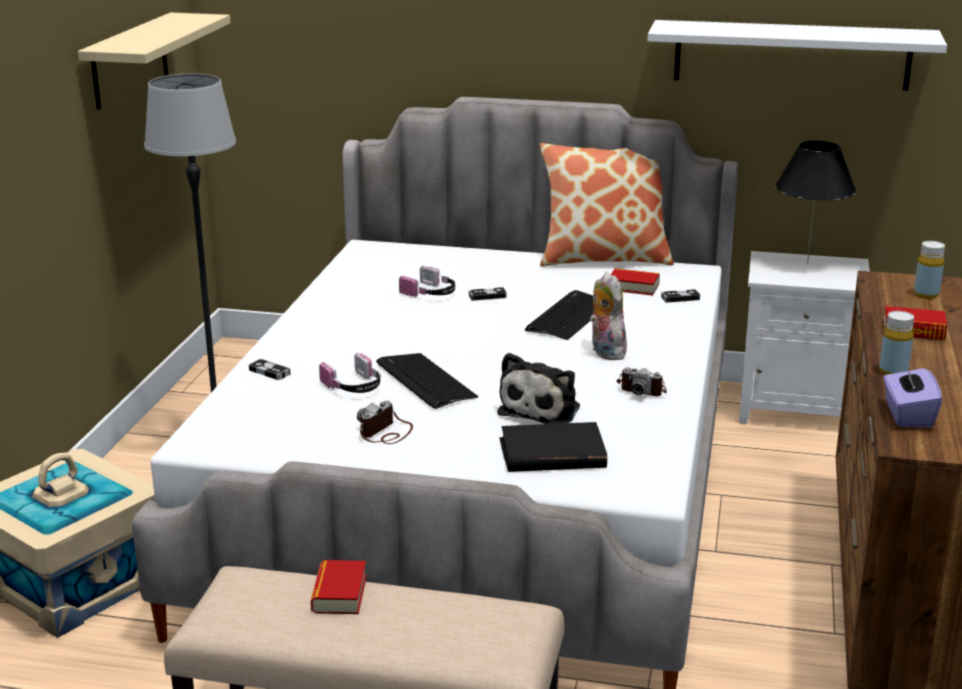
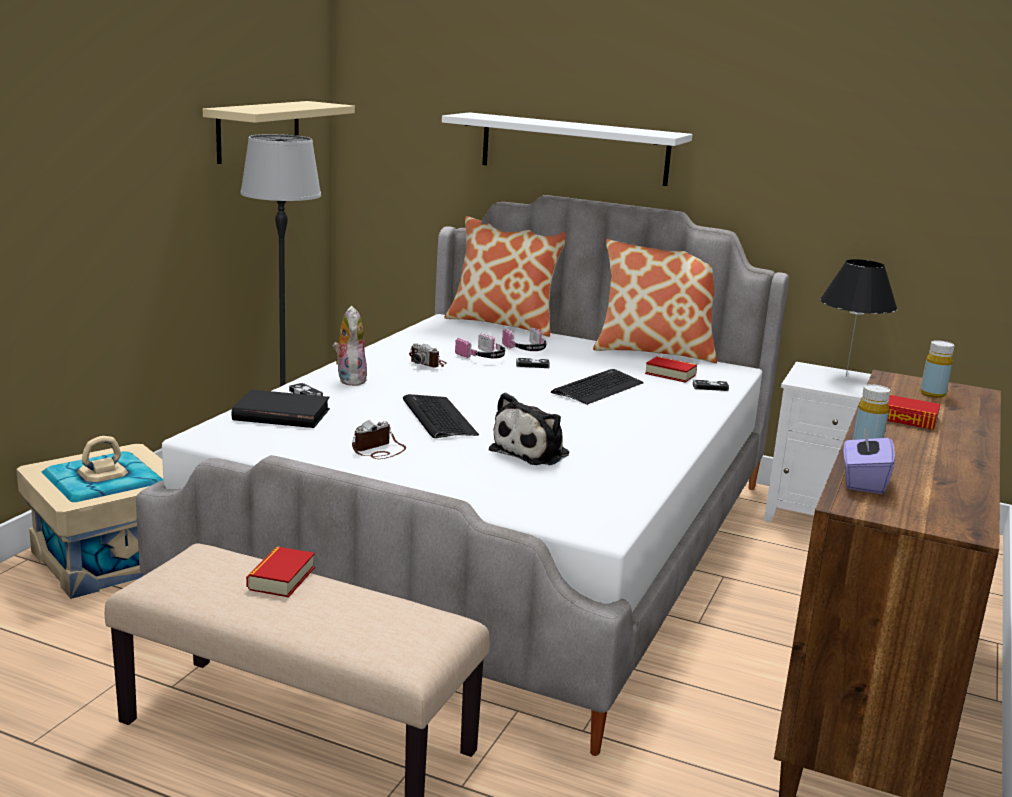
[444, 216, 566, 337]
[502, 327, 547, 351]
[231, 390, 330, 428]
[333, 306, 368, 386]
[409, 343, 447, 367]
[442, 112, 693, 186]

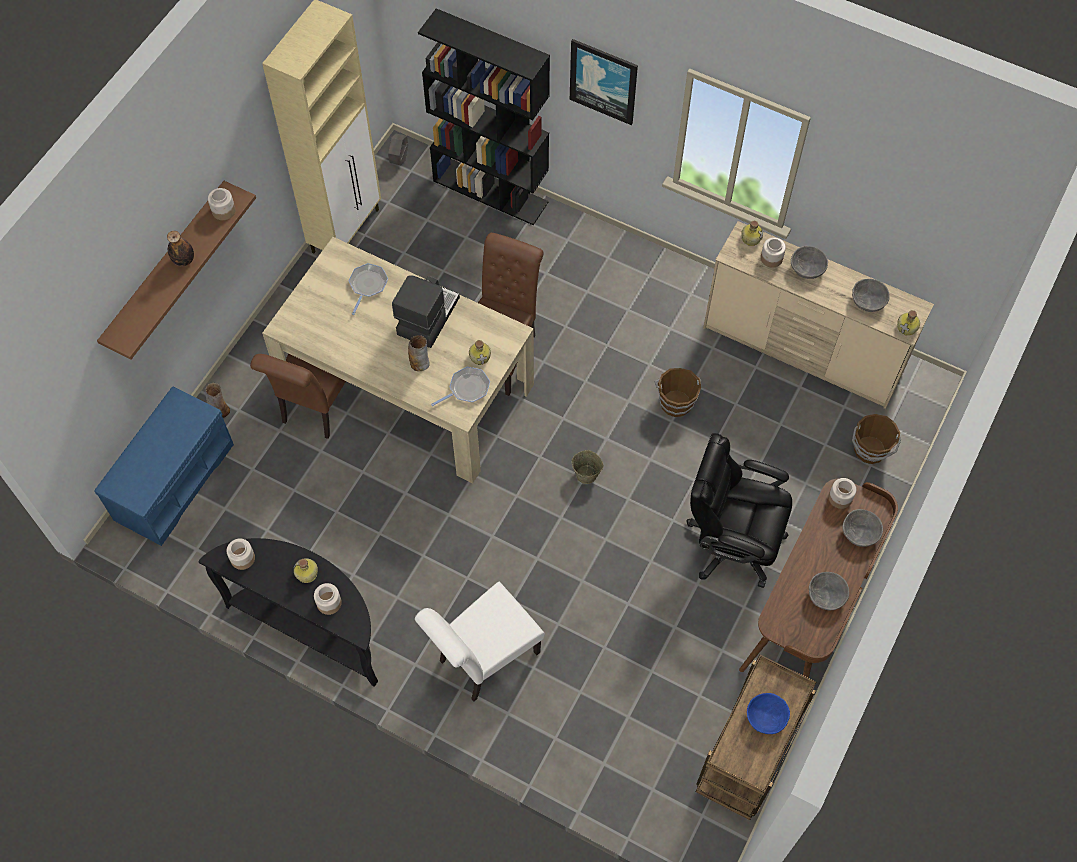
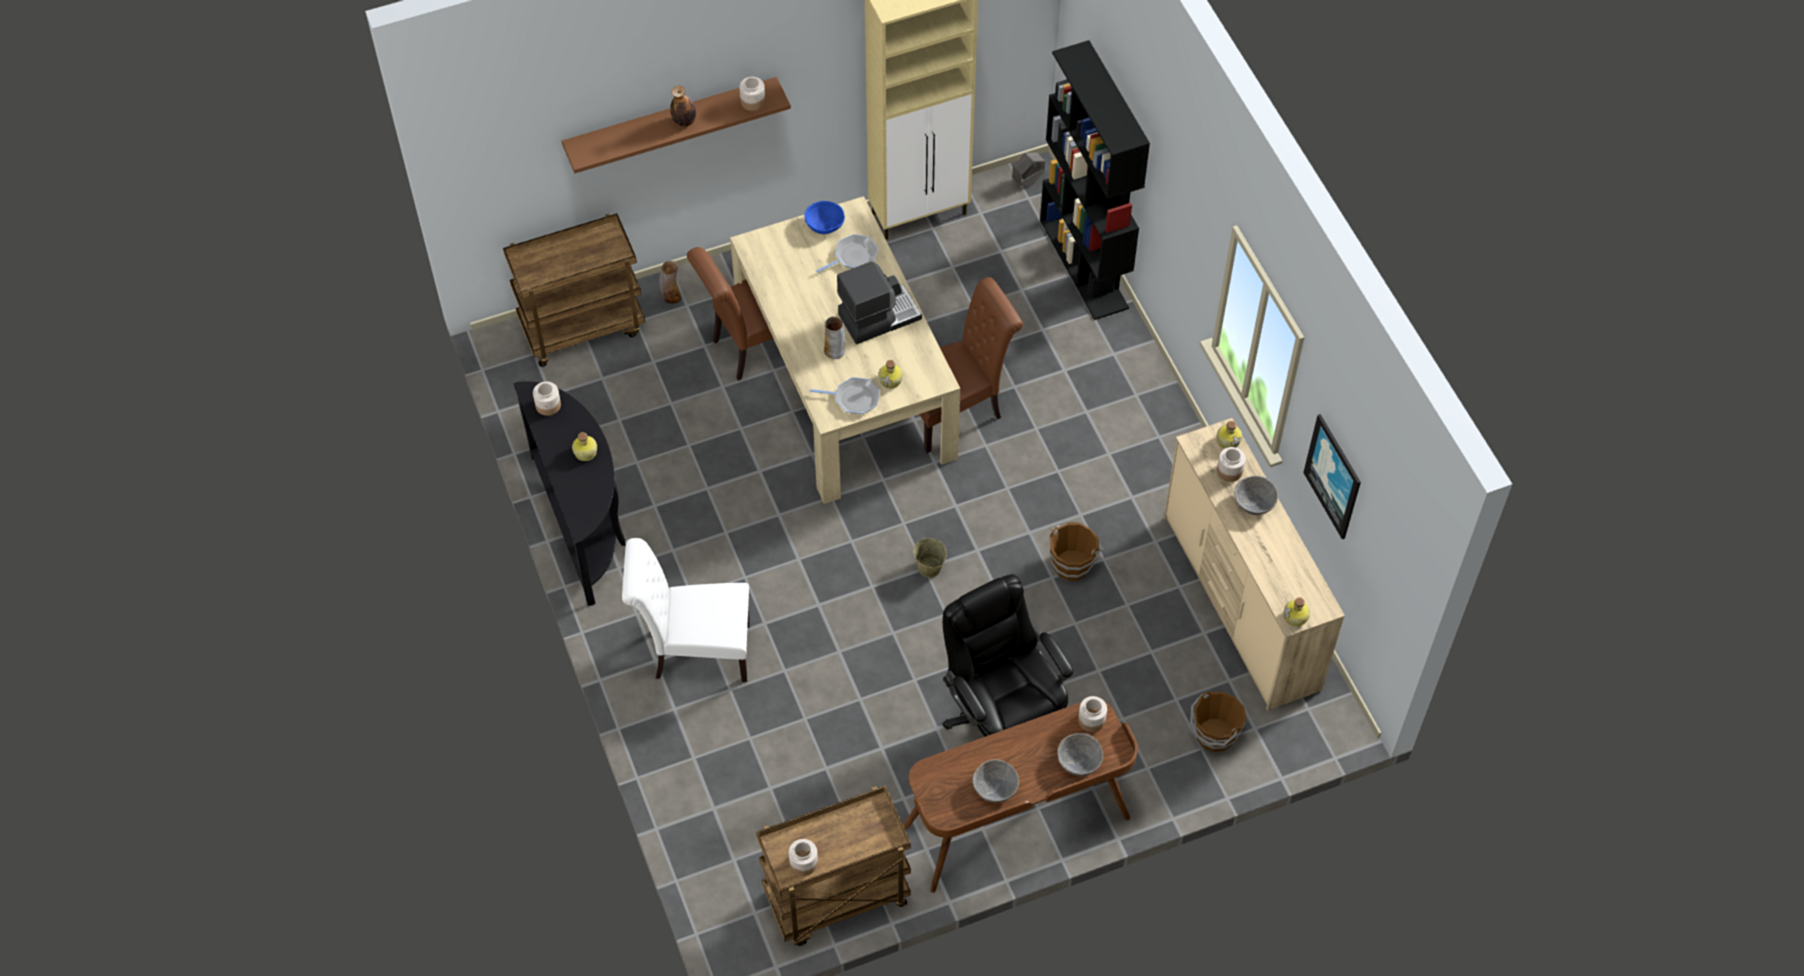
[852, 279, 890, 312] (first image)
[789, 839, 818, 876]
[1303, 414, 1361, 539]
[804, 201, 845, 234]
[503, 213, 645, 367]

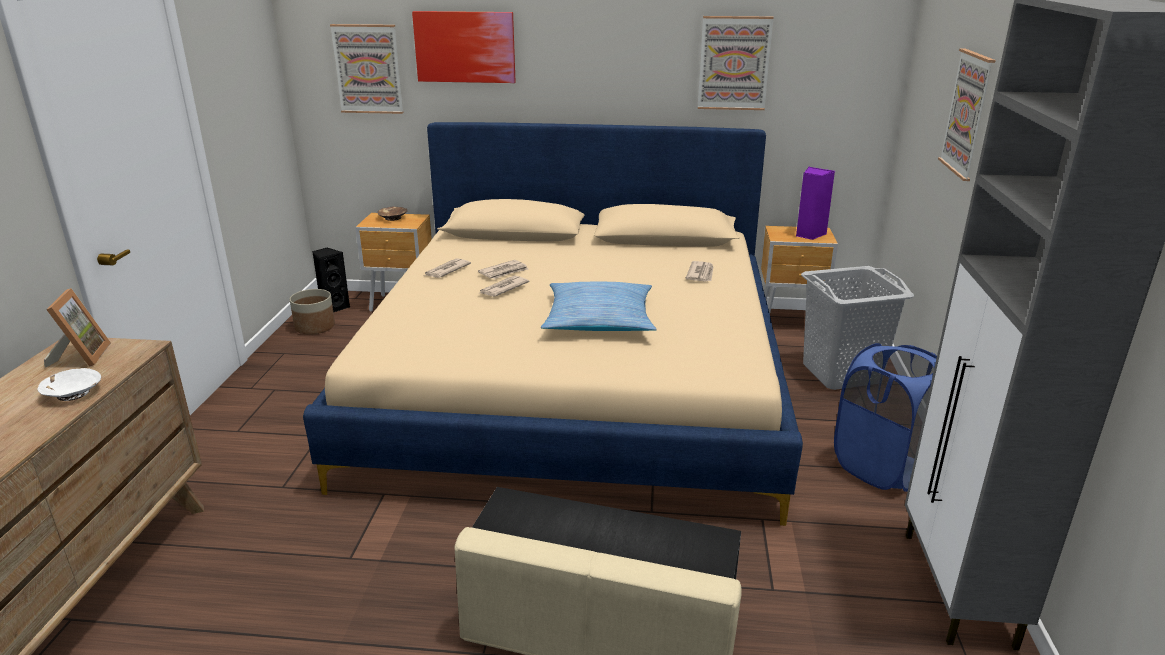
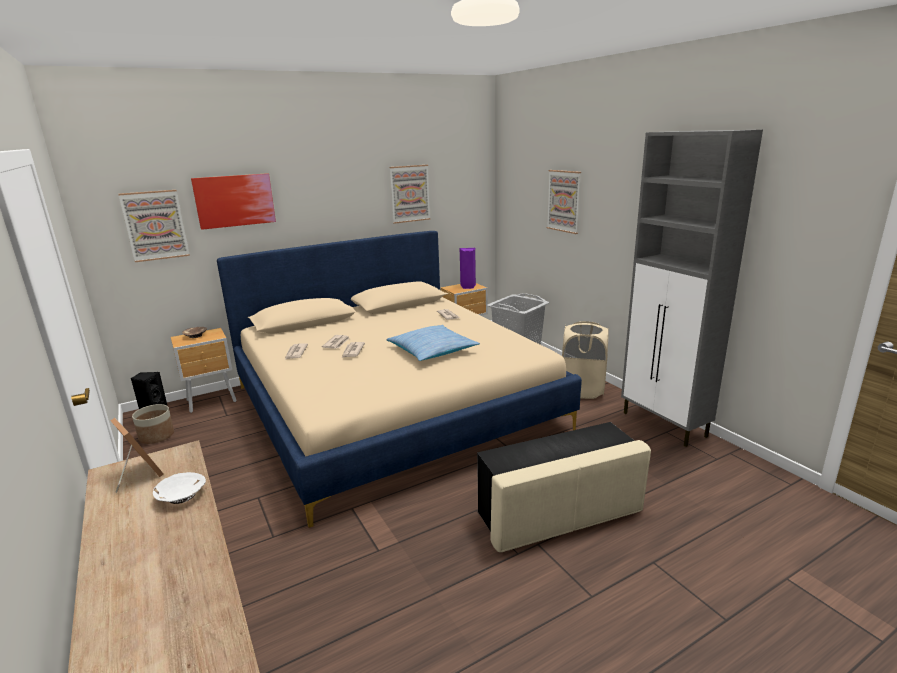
[562, 321, 608, 399]

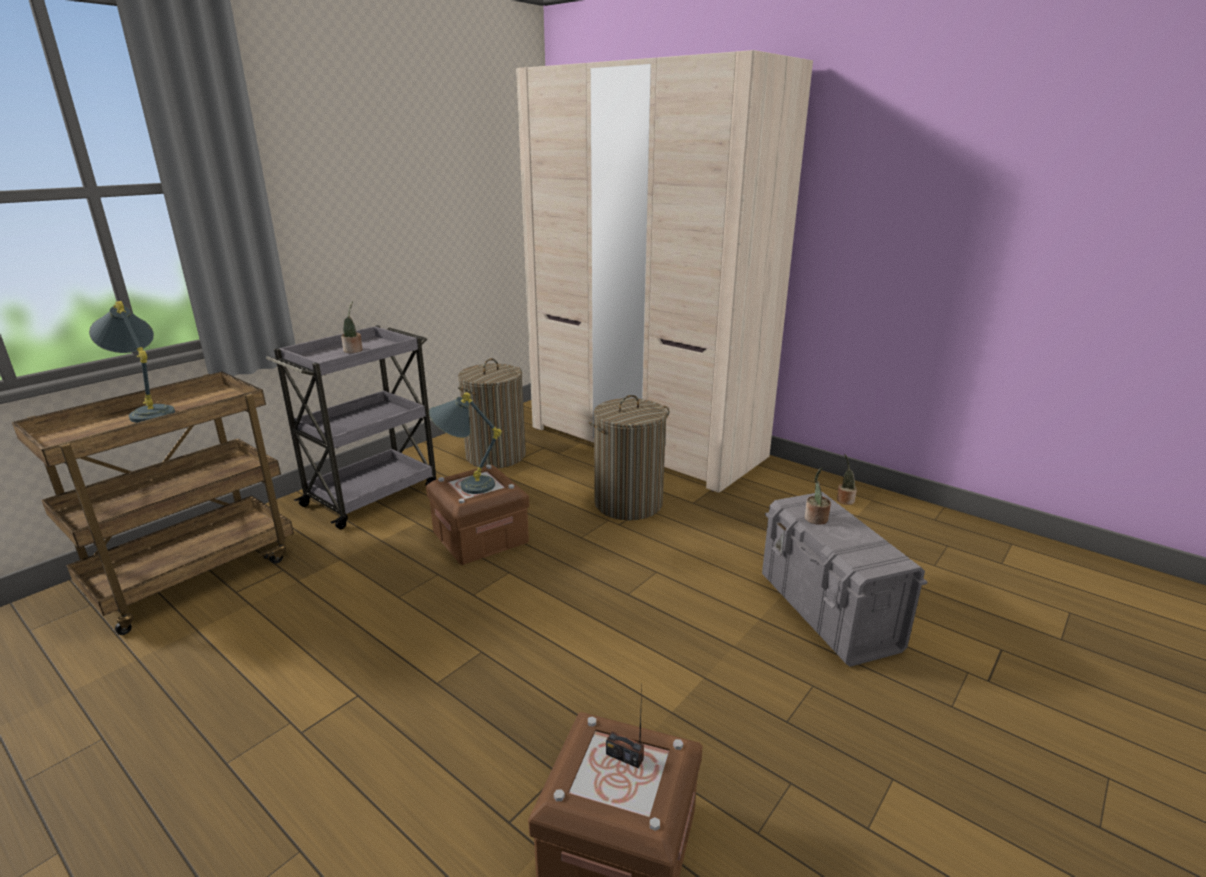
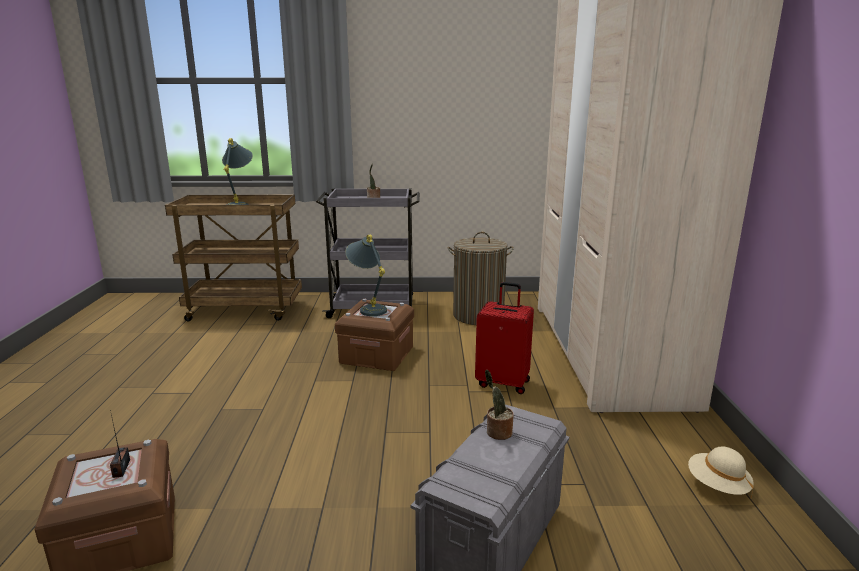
[475, 282, 534, 394]
[688, 446, 754, 499]

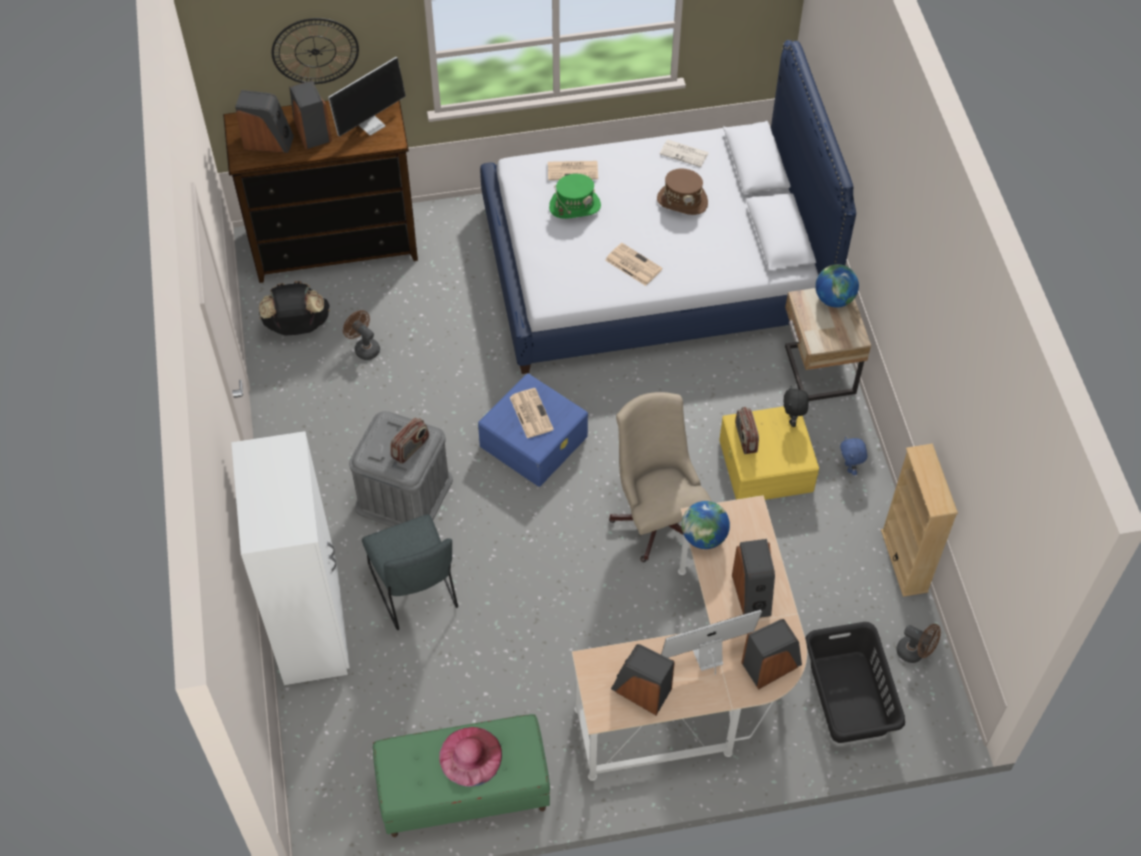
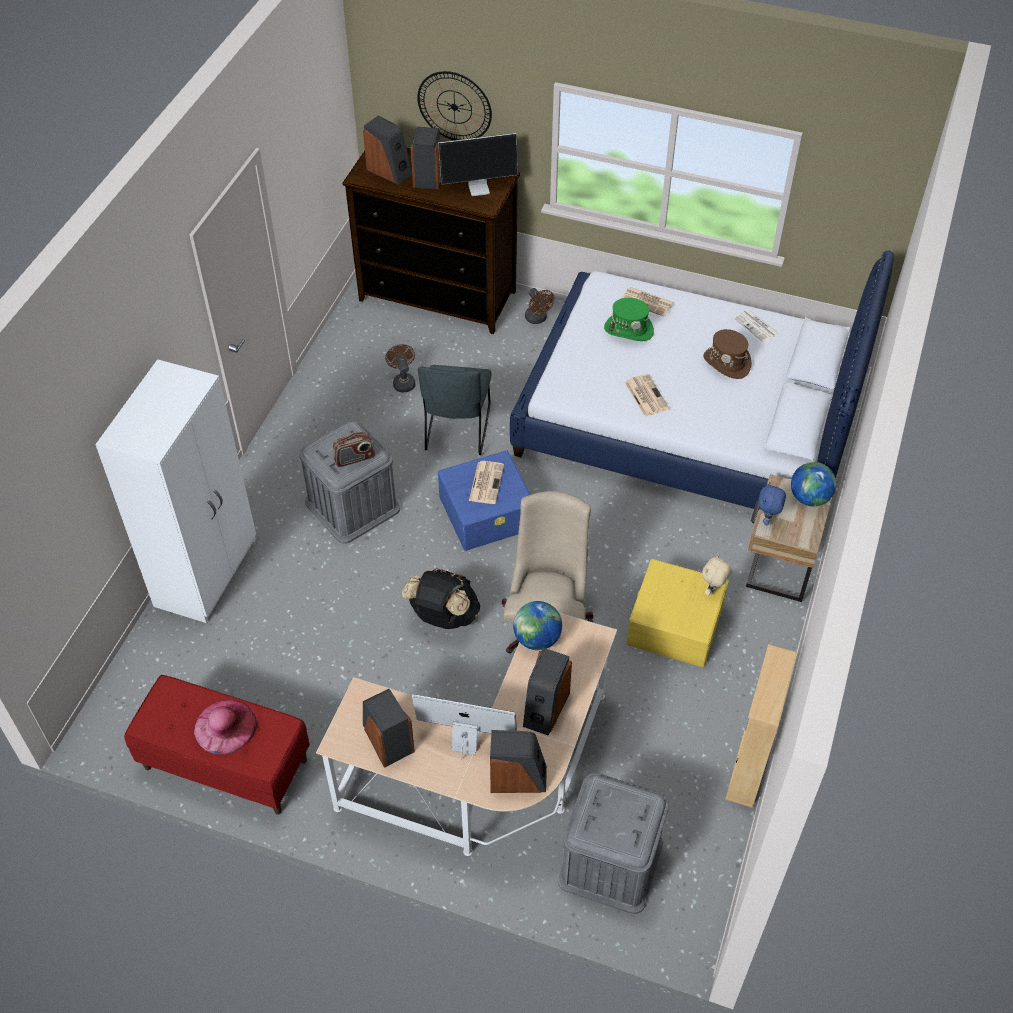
[735, 407, 759, 454] (first image)
[402, 568, 480, 629]
[418, 365, 492, 455]
[758, 482, 786, 525]
[525, 288, 555, 324]
[558, 773, 669, 914]
[124, 675, 310, 815]
[702, 554, 732, 596]

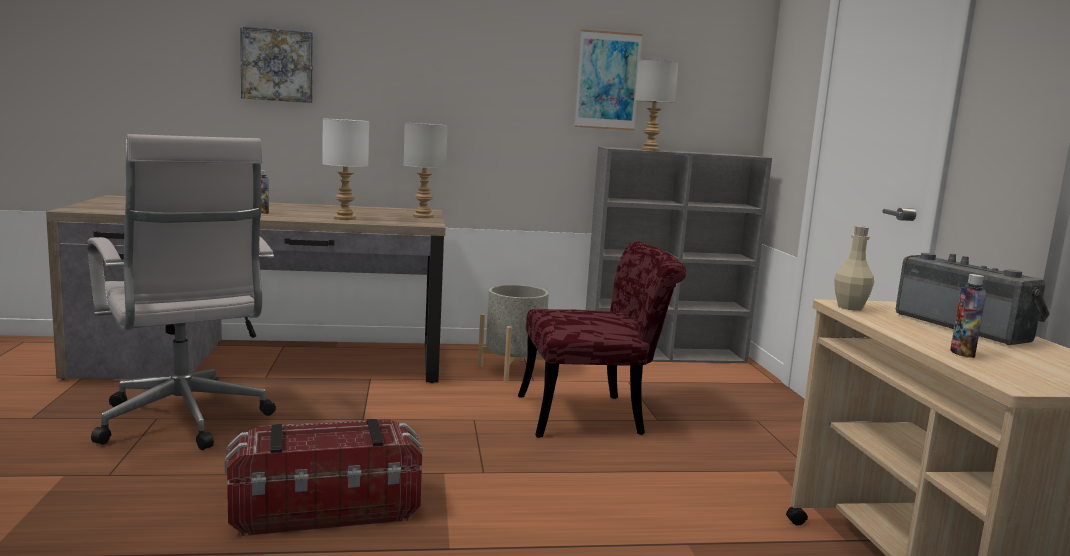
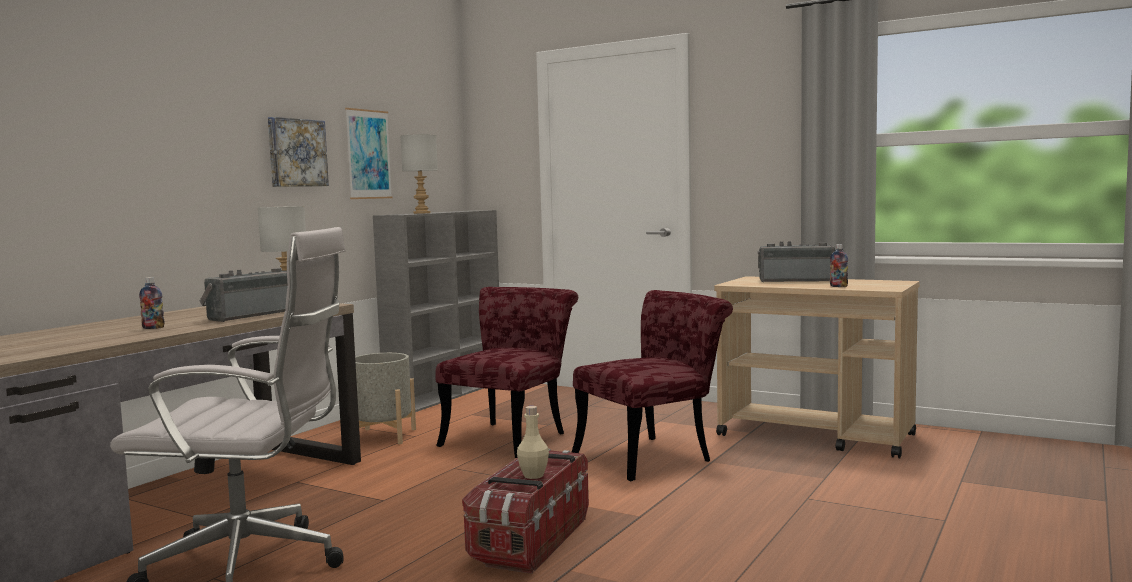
[571, 290, 733, 481]
[268, 117, 329, 187]
[517, 406, 549, 479]
[200, 268, 288, 322]

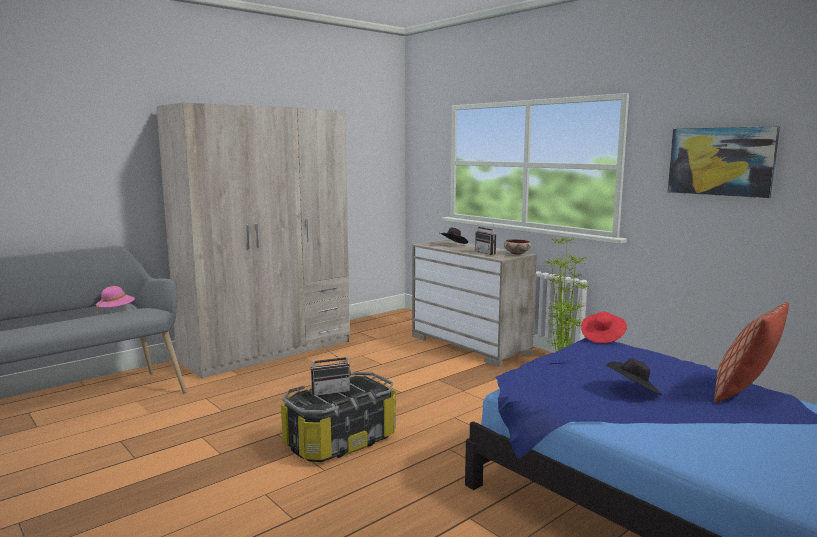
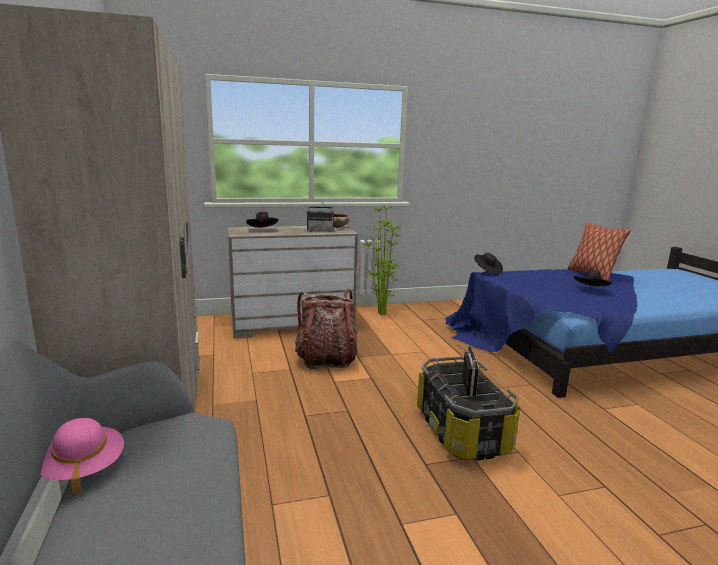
[668, 126, 780, 198] (first image)
[295, 289, 358, 369]
[474, 253, 503, 275]

